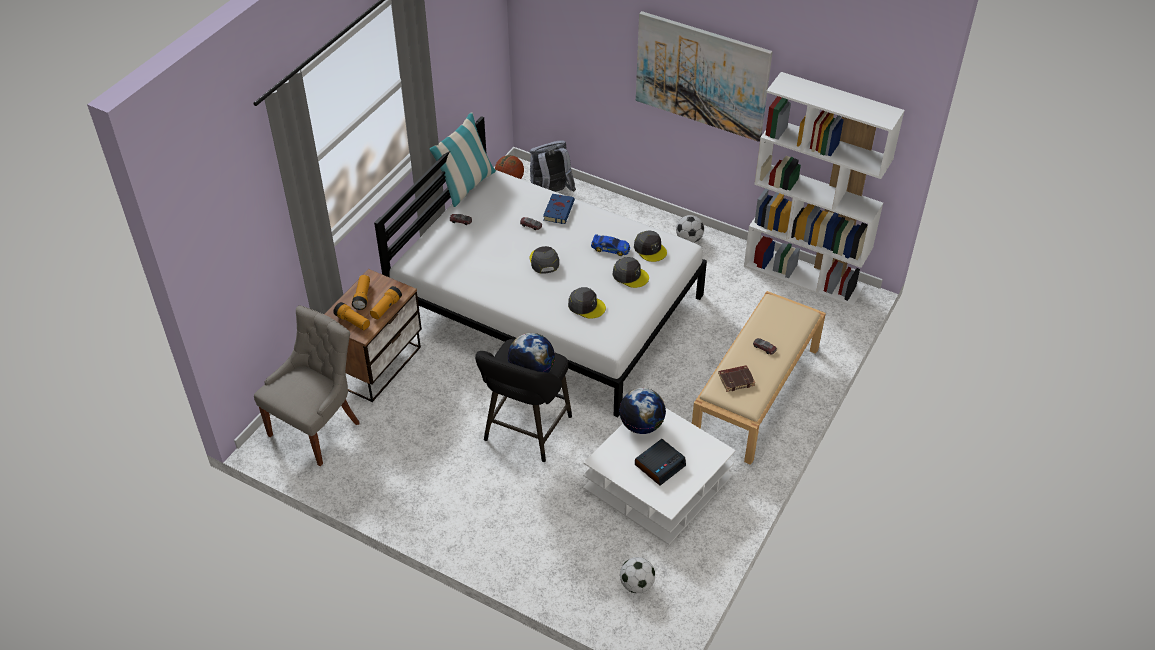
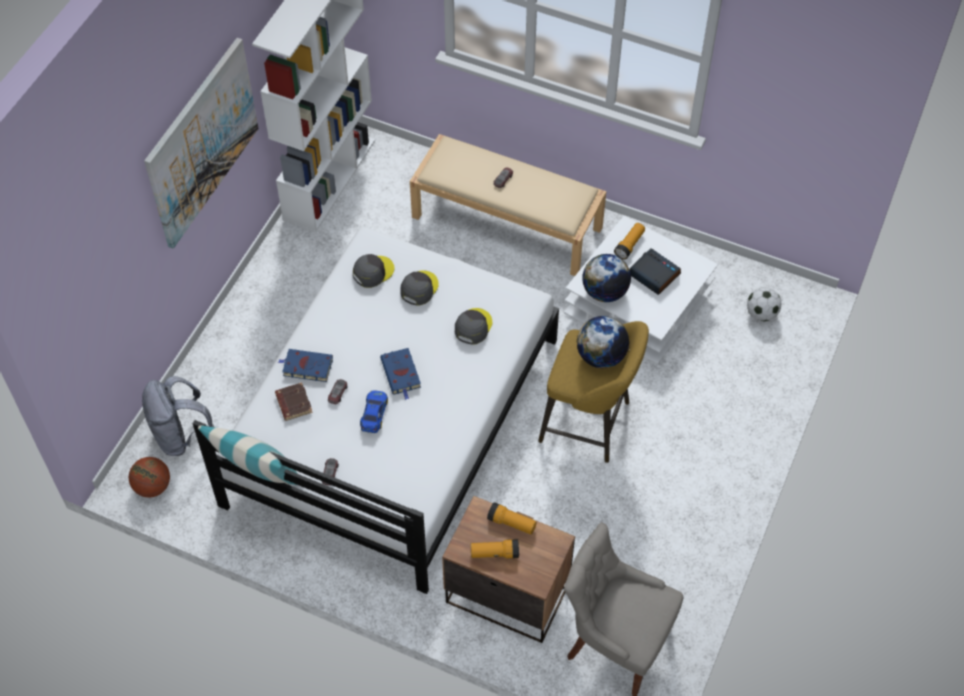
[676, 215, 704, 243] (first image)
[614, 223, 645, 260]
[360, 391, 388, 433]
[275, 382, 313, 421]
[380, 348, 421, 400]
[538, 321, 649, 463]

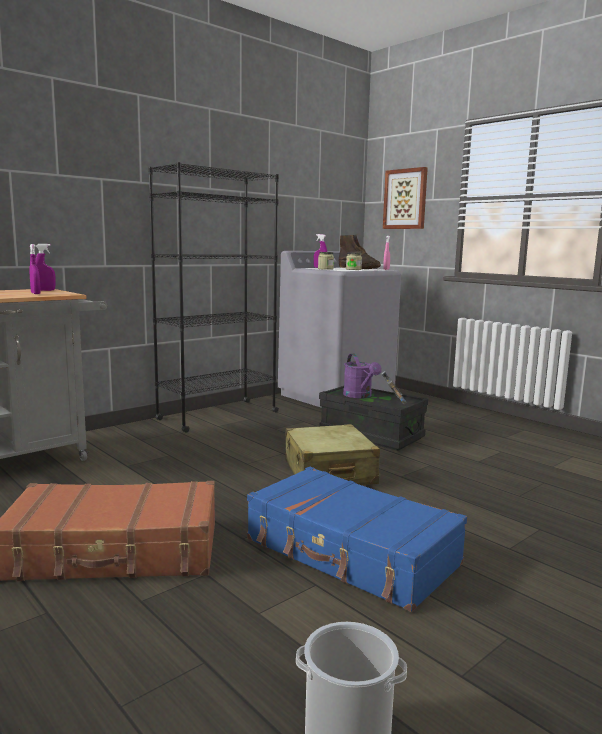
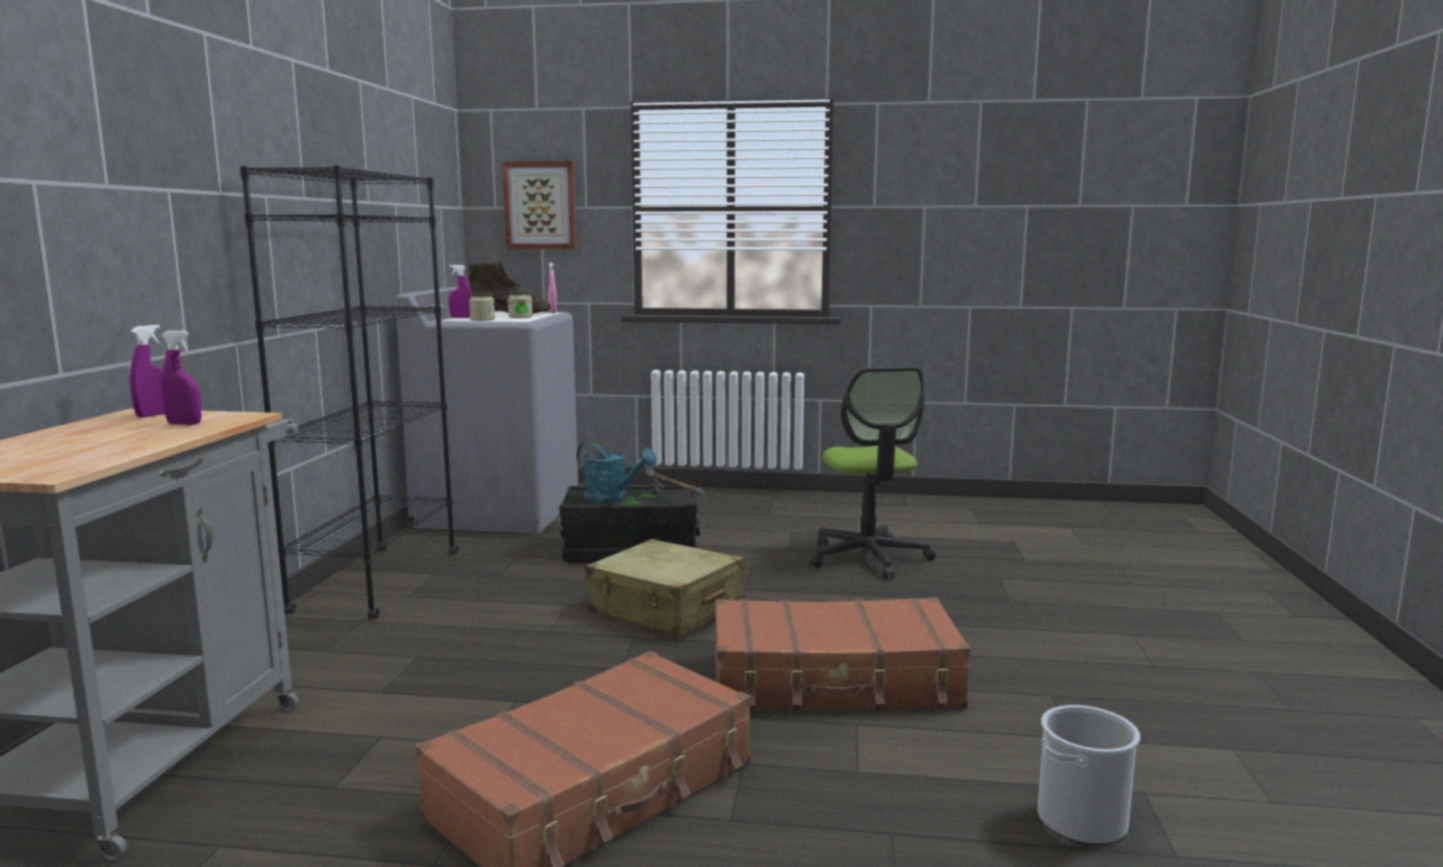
[809, 367, 936, 579]
[715, 597, 971, 711]
[576, 441, 657, 504]

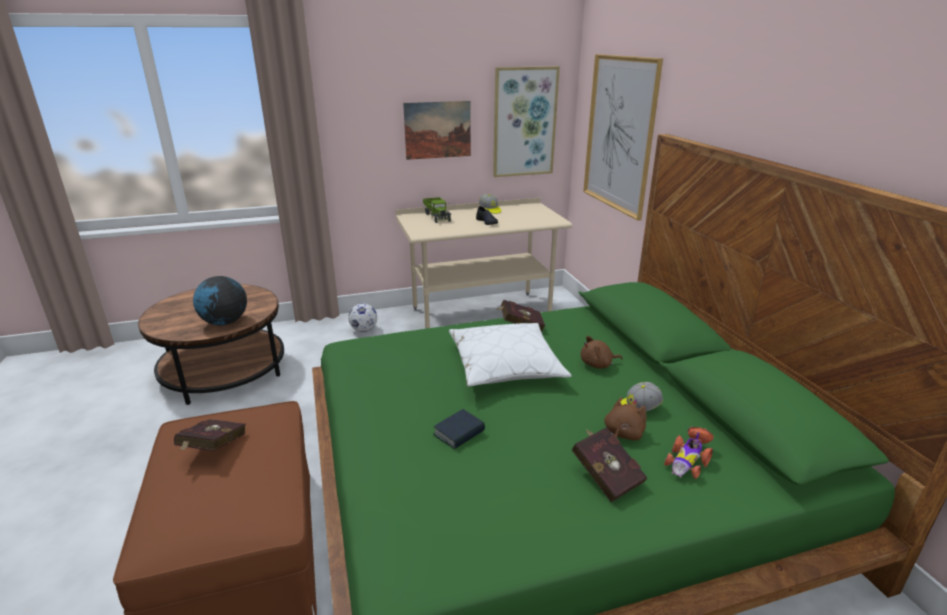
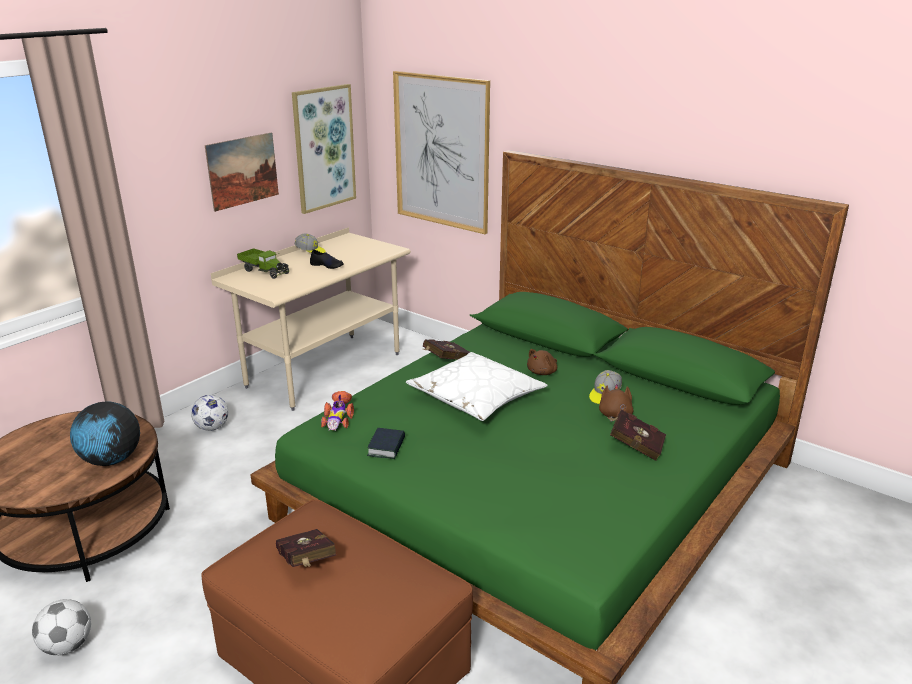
[32, 599, 91, 655]
[367, 428, 405, 459]
[321, 391, 354, 431]

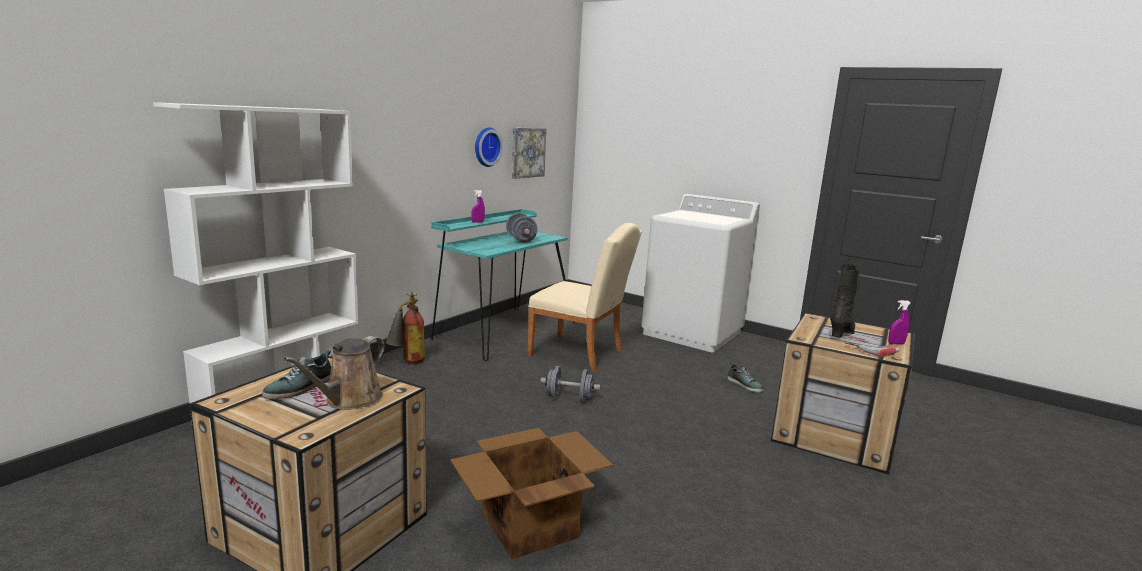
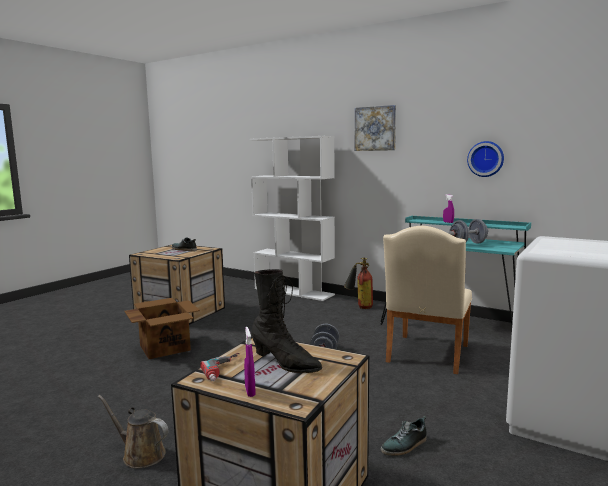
[98, 395, 169, 468]
[355, 105, 396, 151]

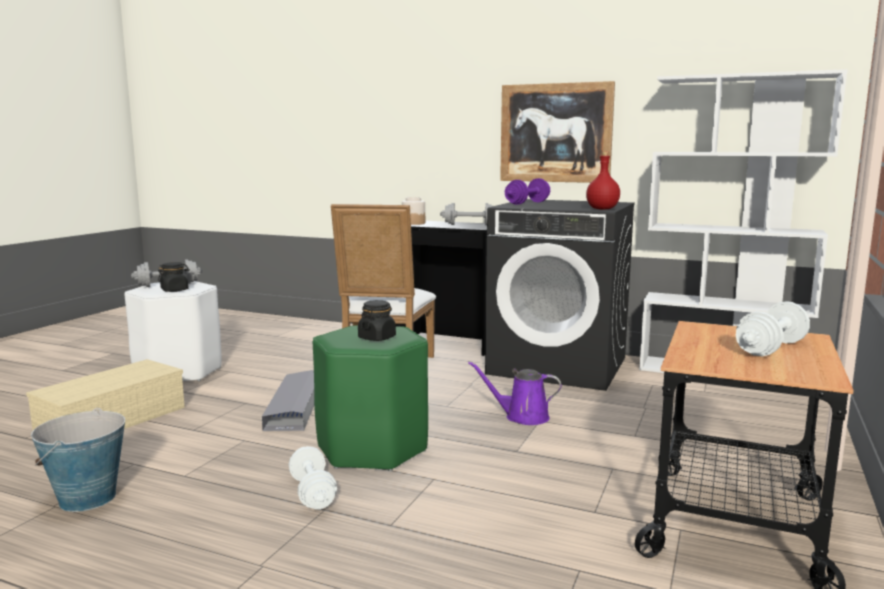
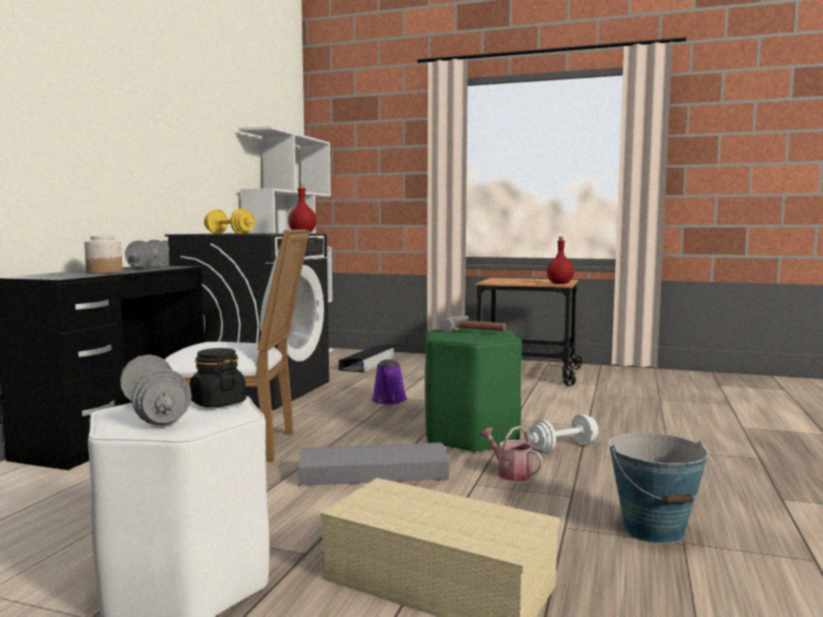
[500, 81, 615, 183] (first image)
[736, 301, 810, 356] (first image)
[339, 344, 396, 373]
[480, 426, 543, 481]
[547, 237, 574, 284]
[440, 315, 506, 333]
[204, 209, 255, 234]

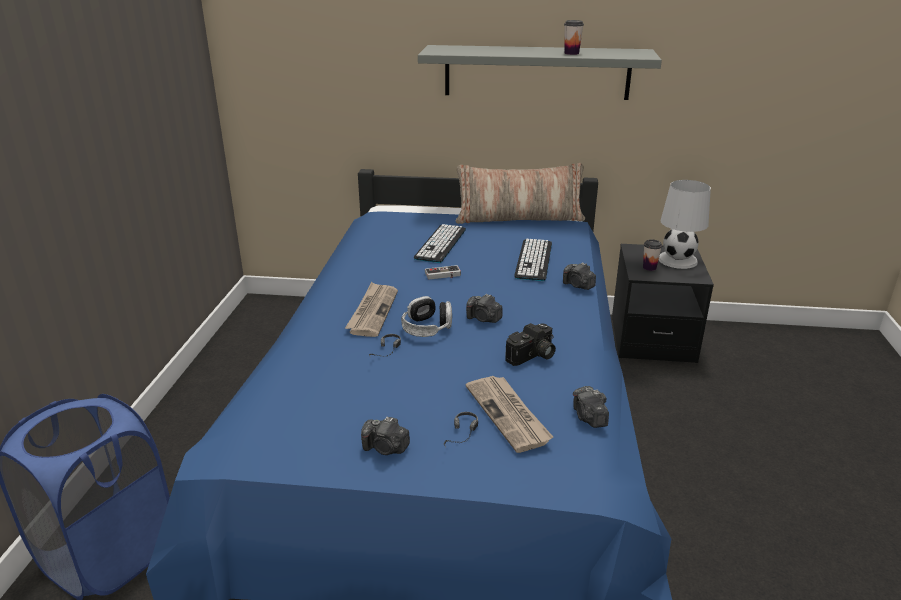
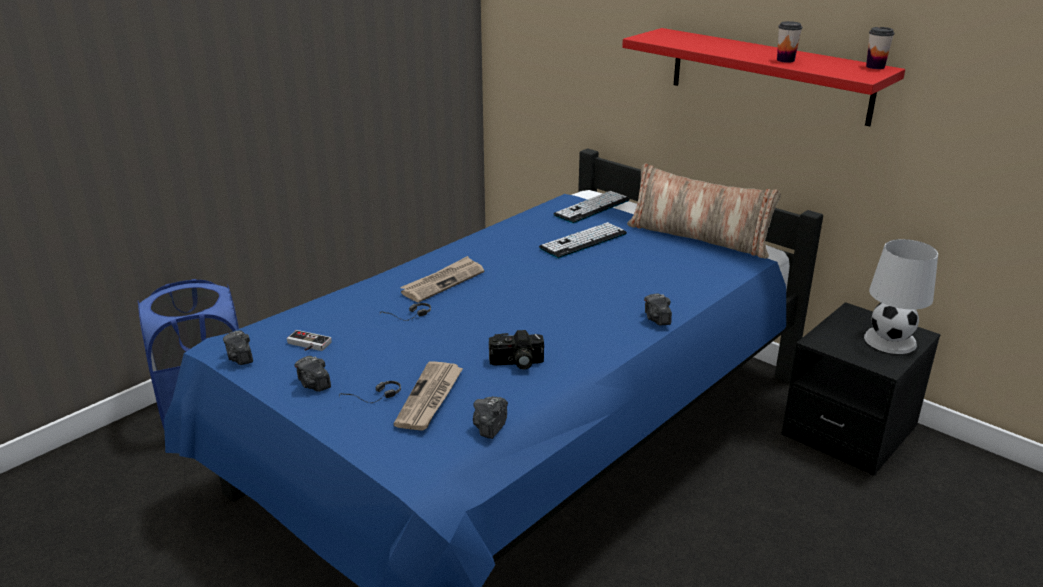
[401, 296, 452, 337] (first image)
[287, 330, 332, 351]
[223, 330, 253, 365]
[554, 191, 630, 223]
[866, 27, 894, 69]
[622, 28, 905, 126]

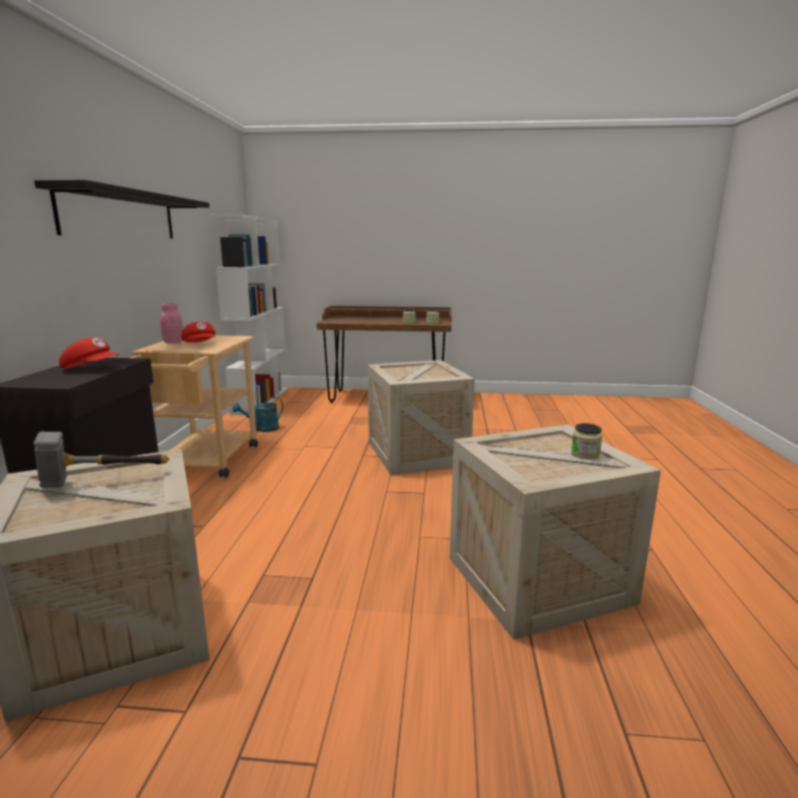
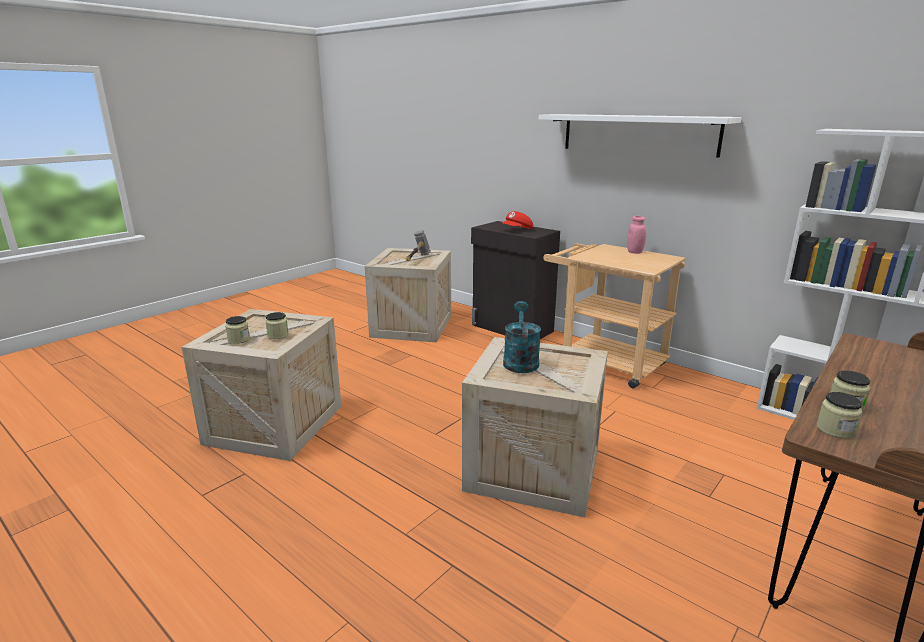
[181, 322, 216, 343] (first image)
[265, 312, 289, 339]
[503, 301, 541, 373]
[539, 114, 742, 157]

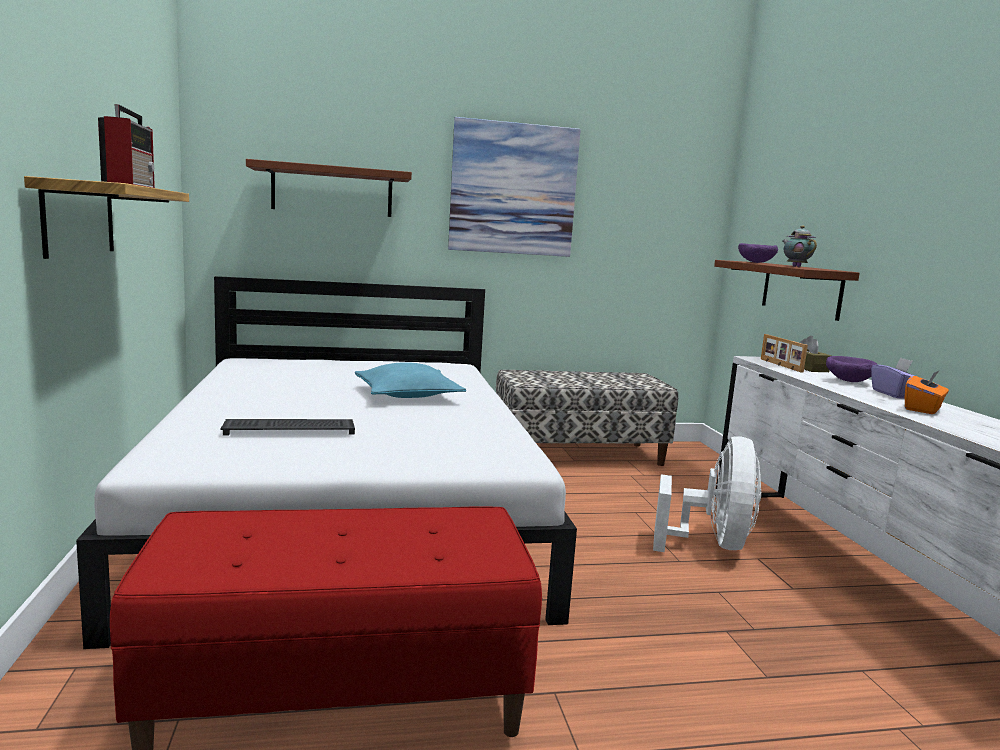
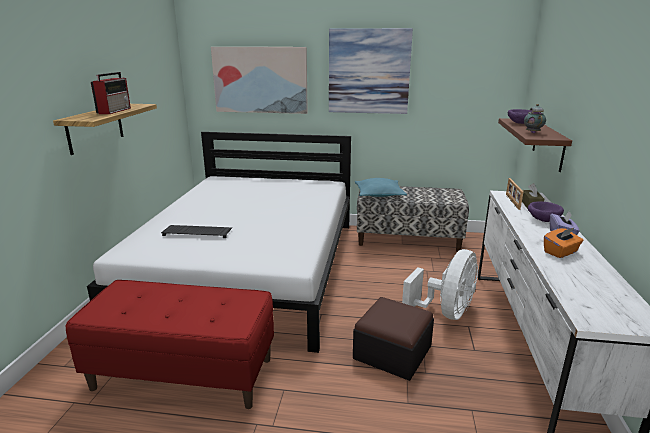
[353, 297, 434, 381]
[355, 178, 407, 197]
[211, 47, 308, 114]

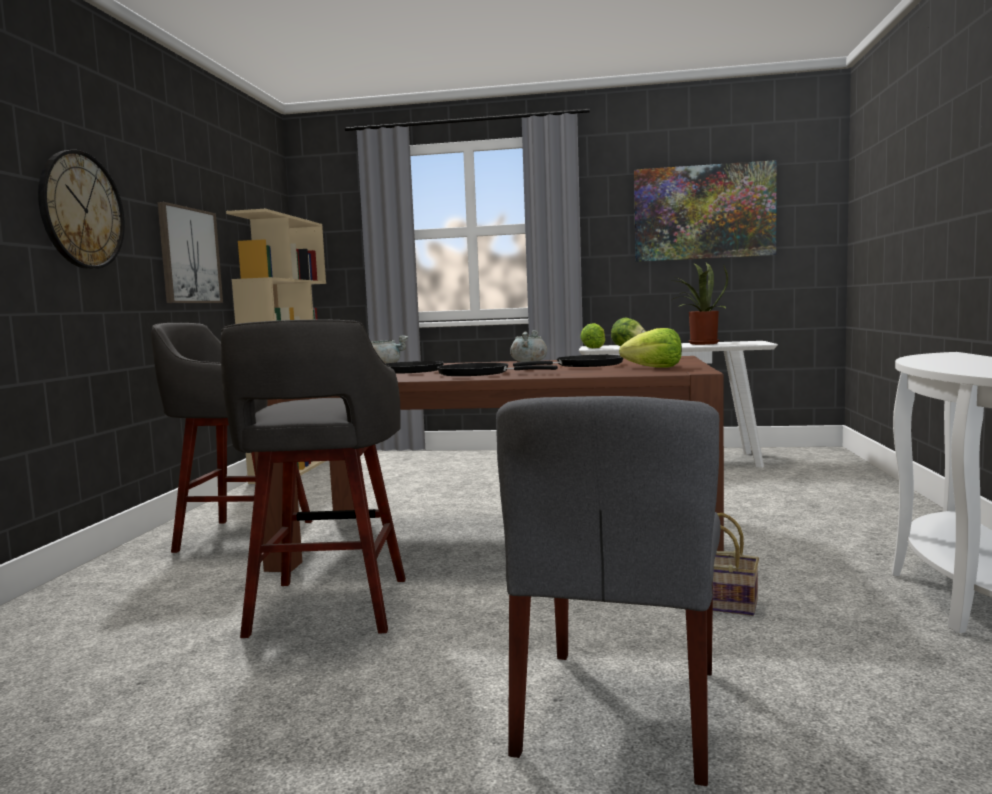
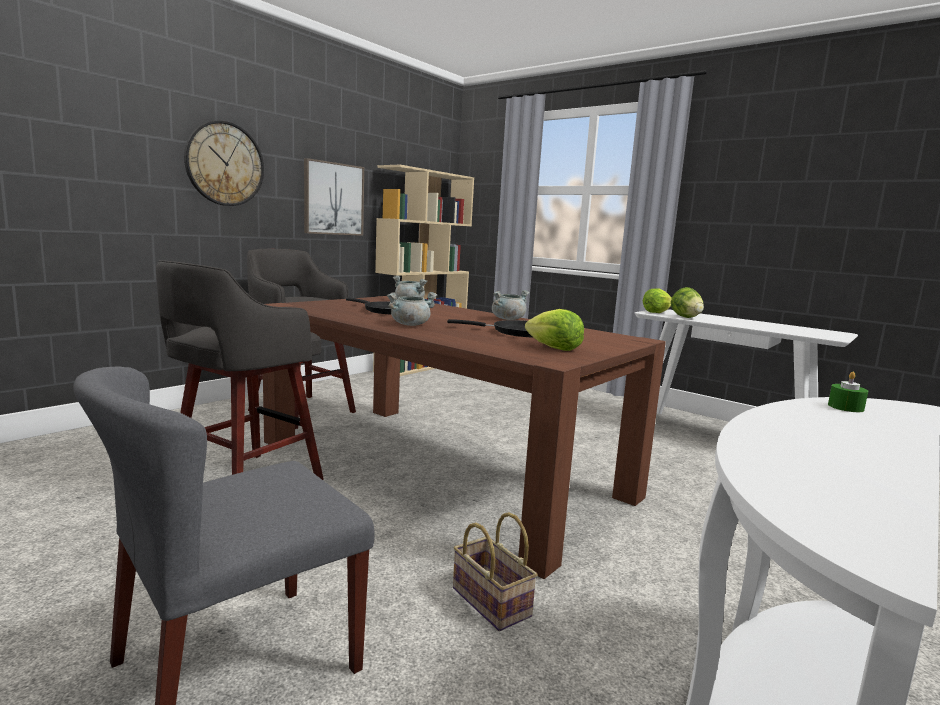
[634, 160, 777, 262] (first image)
[672, 262, 728, 345] (first image)
[828, 372, 868, 412]
[387, 292, 438, 326]

